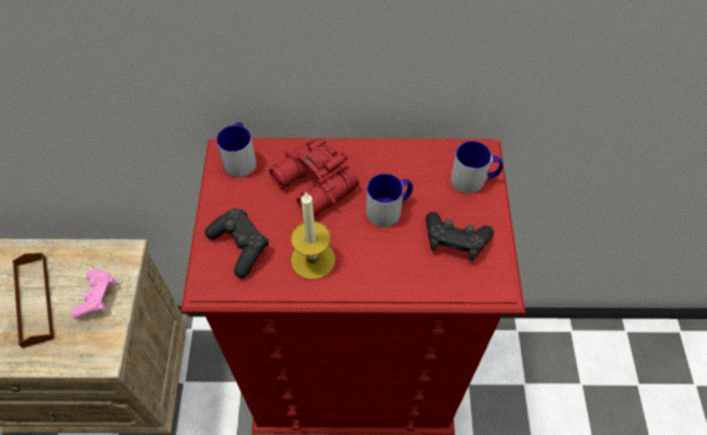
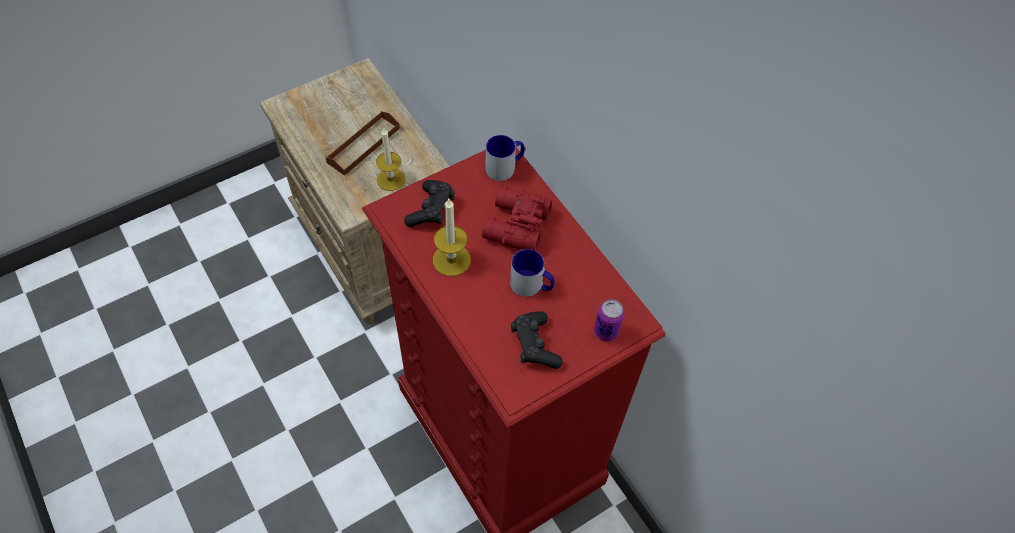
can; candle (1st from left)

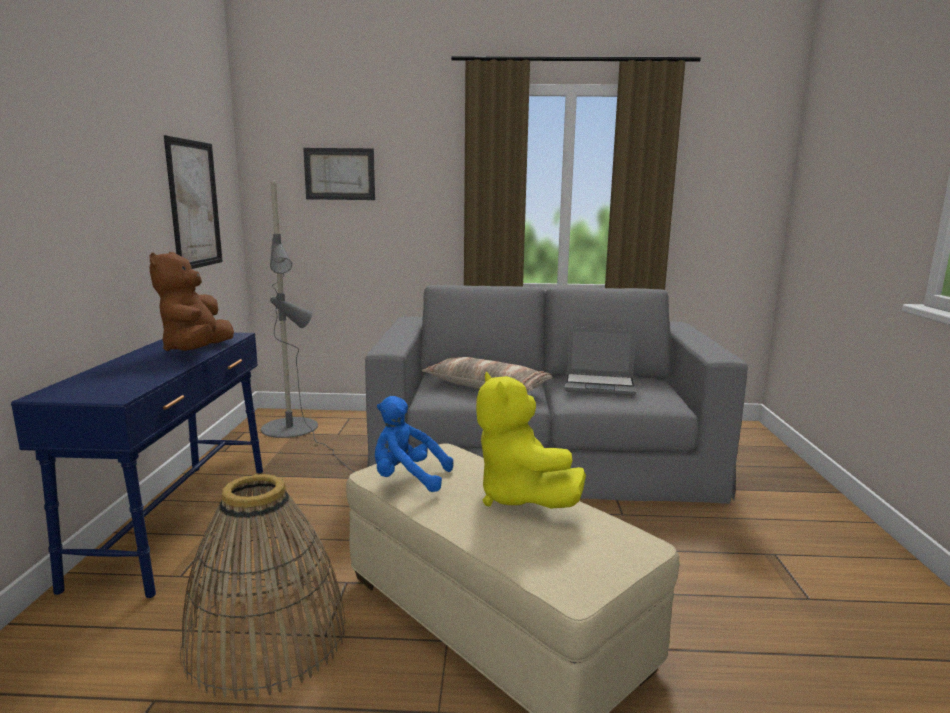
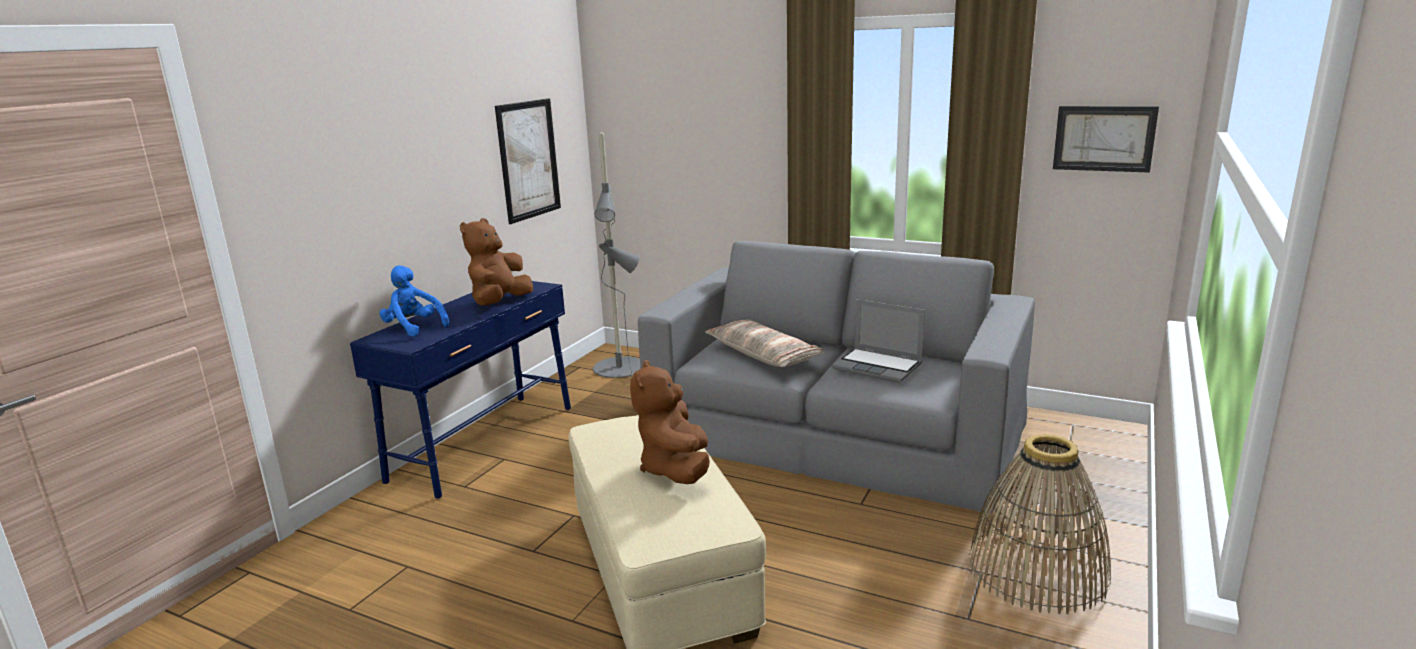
wall picture (2nd from left); brown soft toy (2nd from left); blue-coloured soft toy; basket

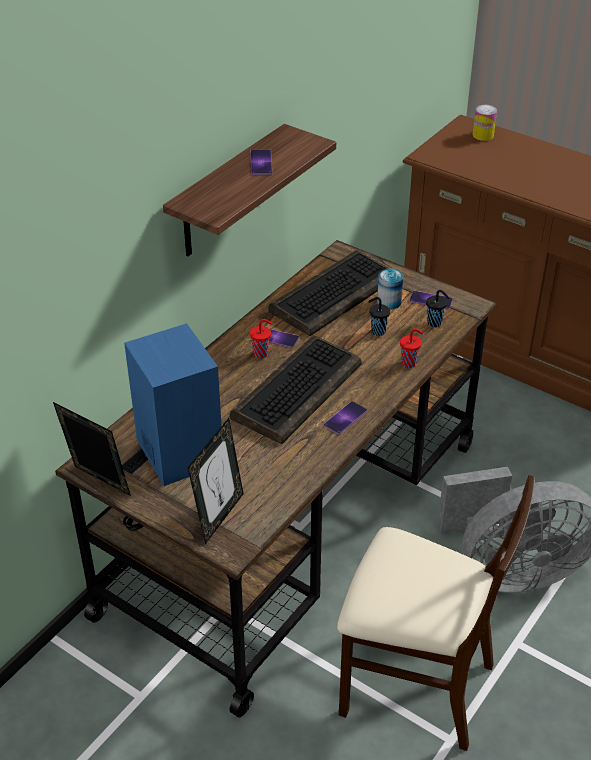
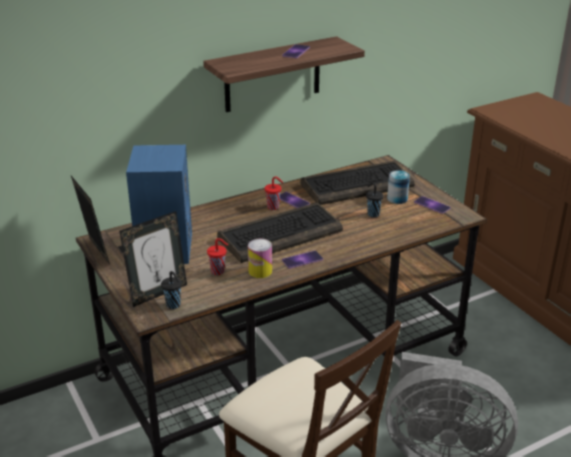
can (1st from left); black drinking cup (1st from left); reddish drinking cup (1st from left)

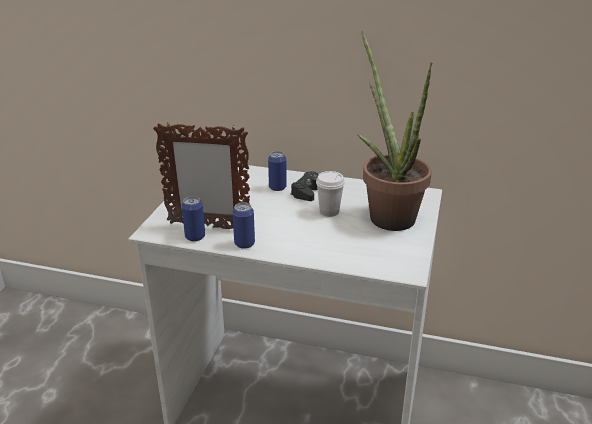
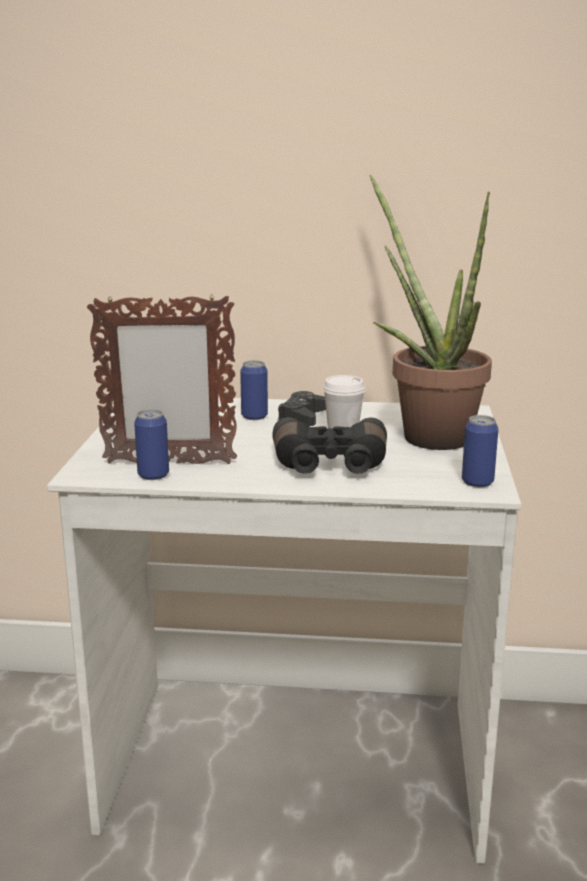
can (3rd from left); black pair of binoculars

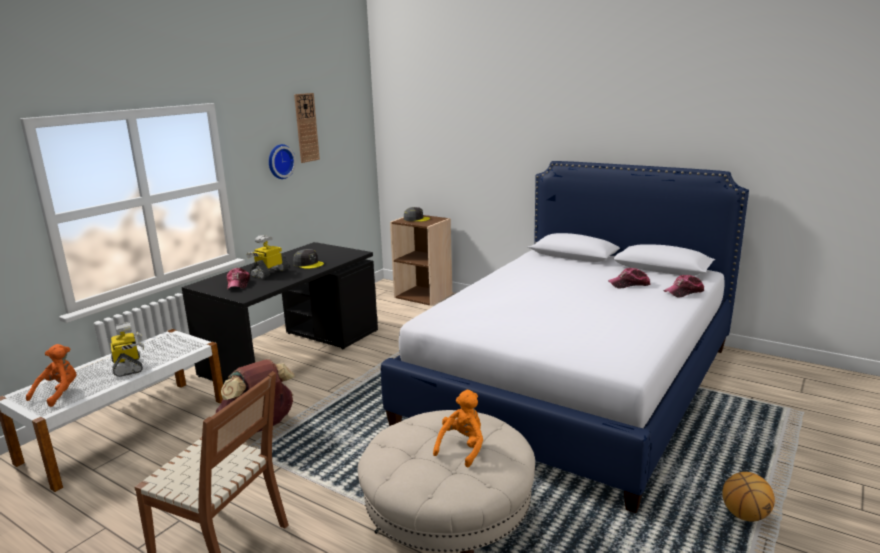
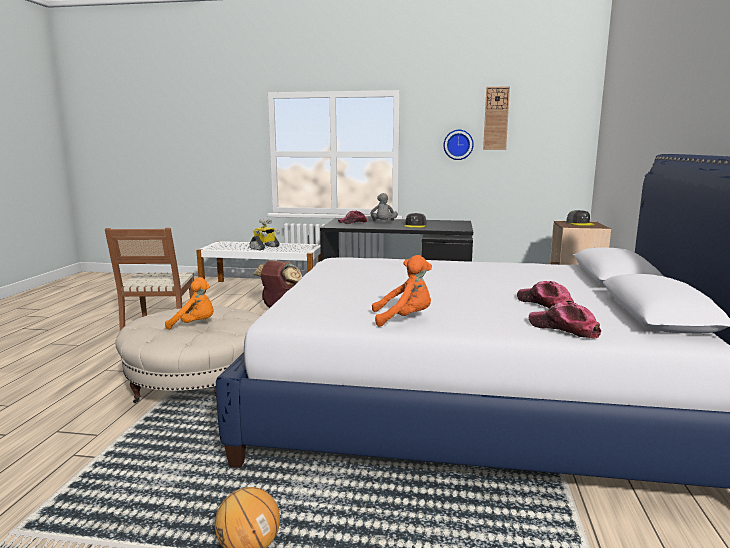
gray soft toy; orange-coloured soft toy (2nd from left)

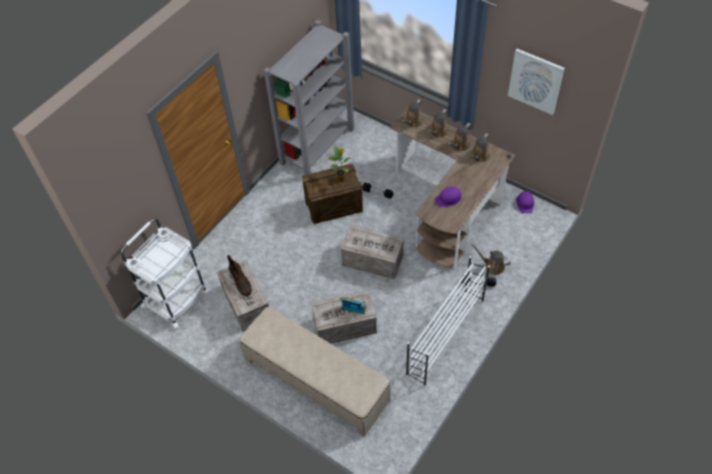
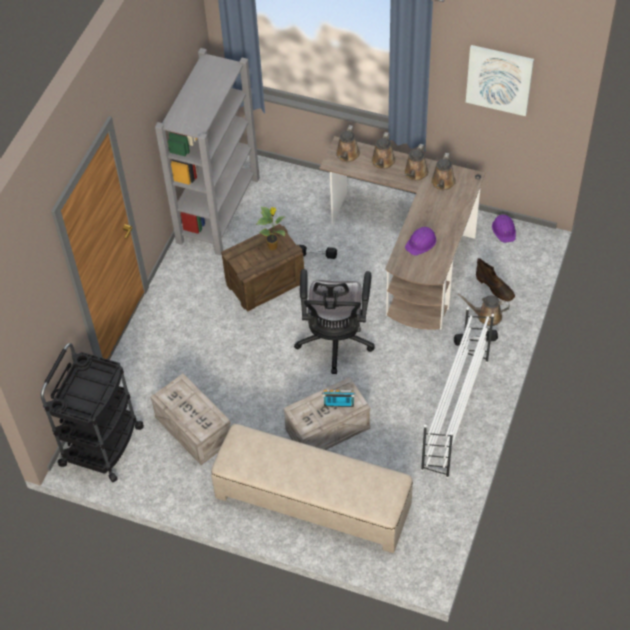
black cart; desk chair; brown tall boot

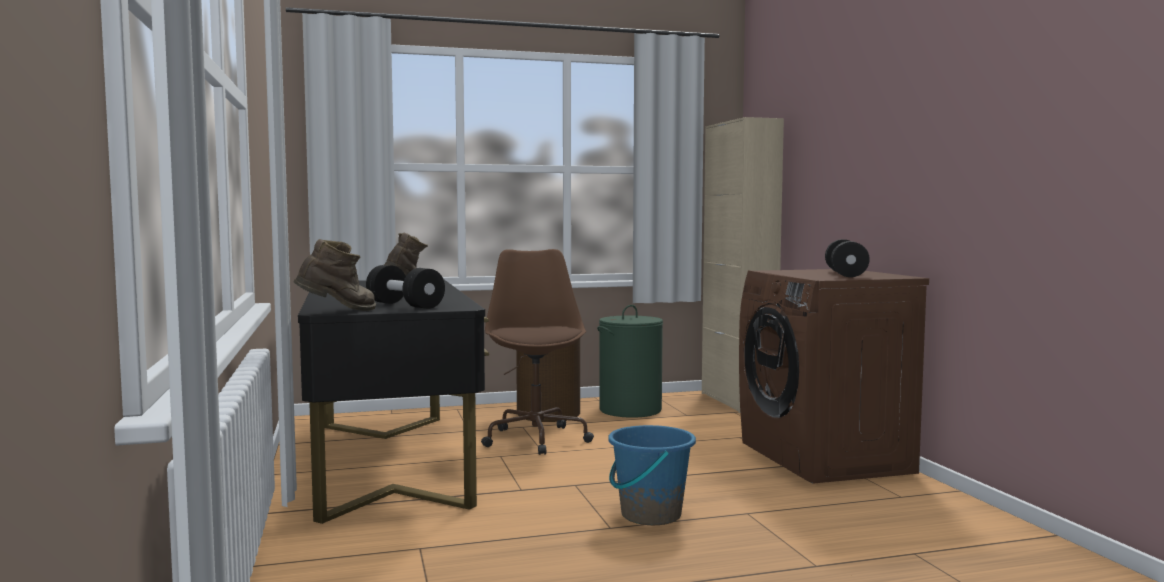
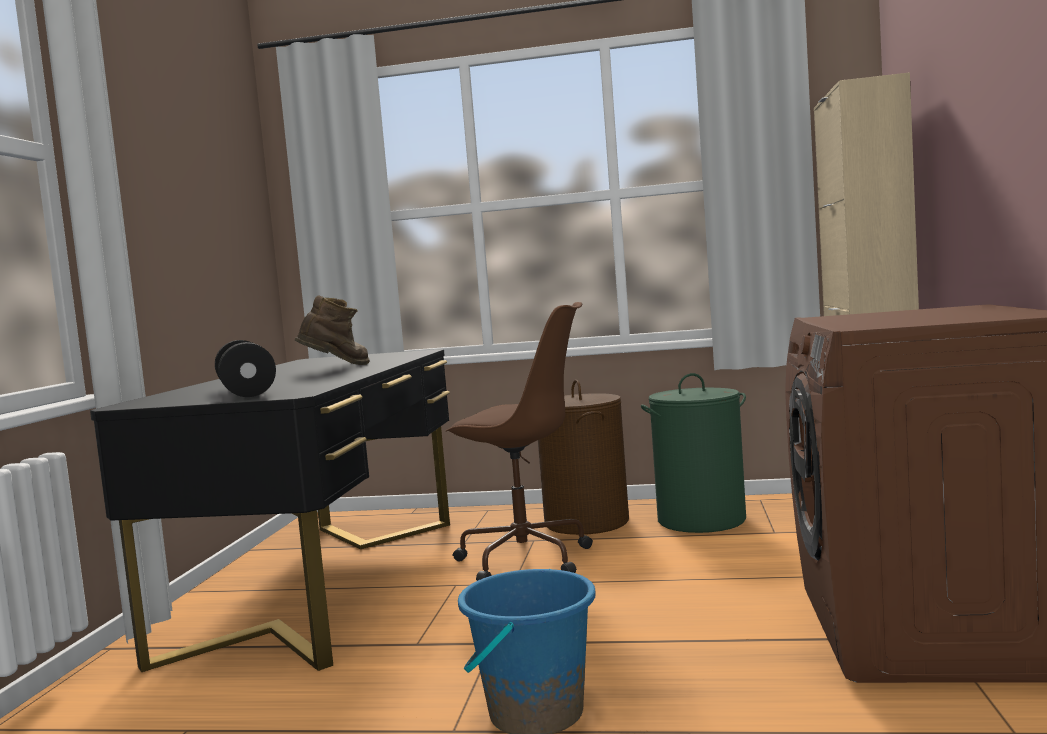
brown tall boot (1st from left in the first image); black dumbbell (2nd from left in the first image); brown desk chair

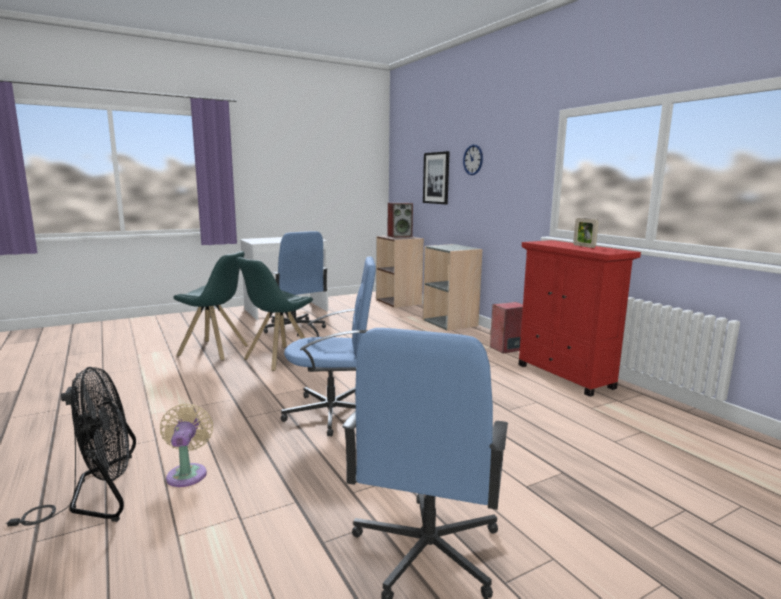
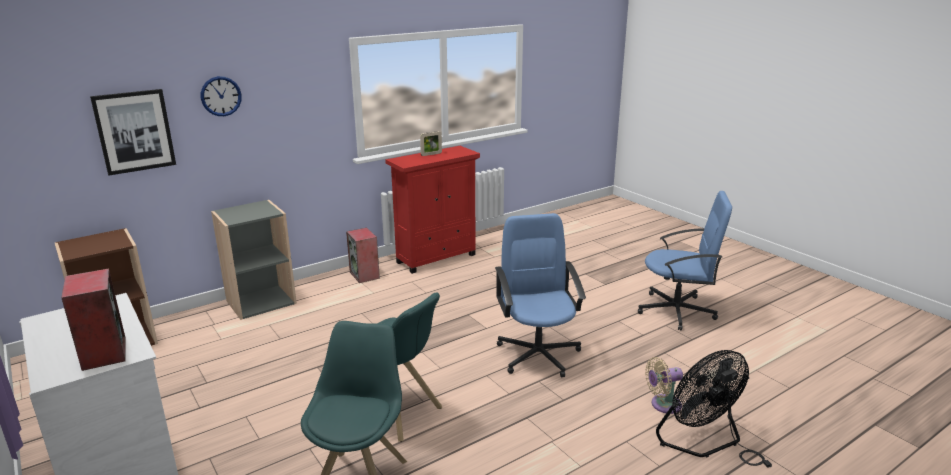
speaker (1st from left); blue-coloured desk chair (1st from left in the first image)

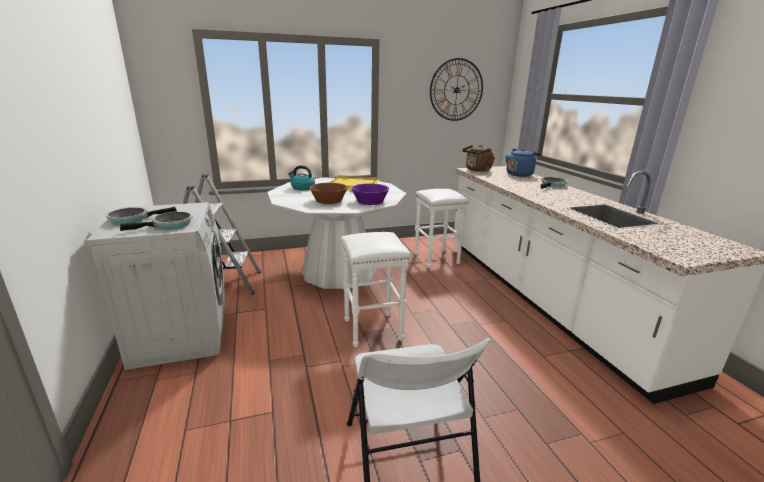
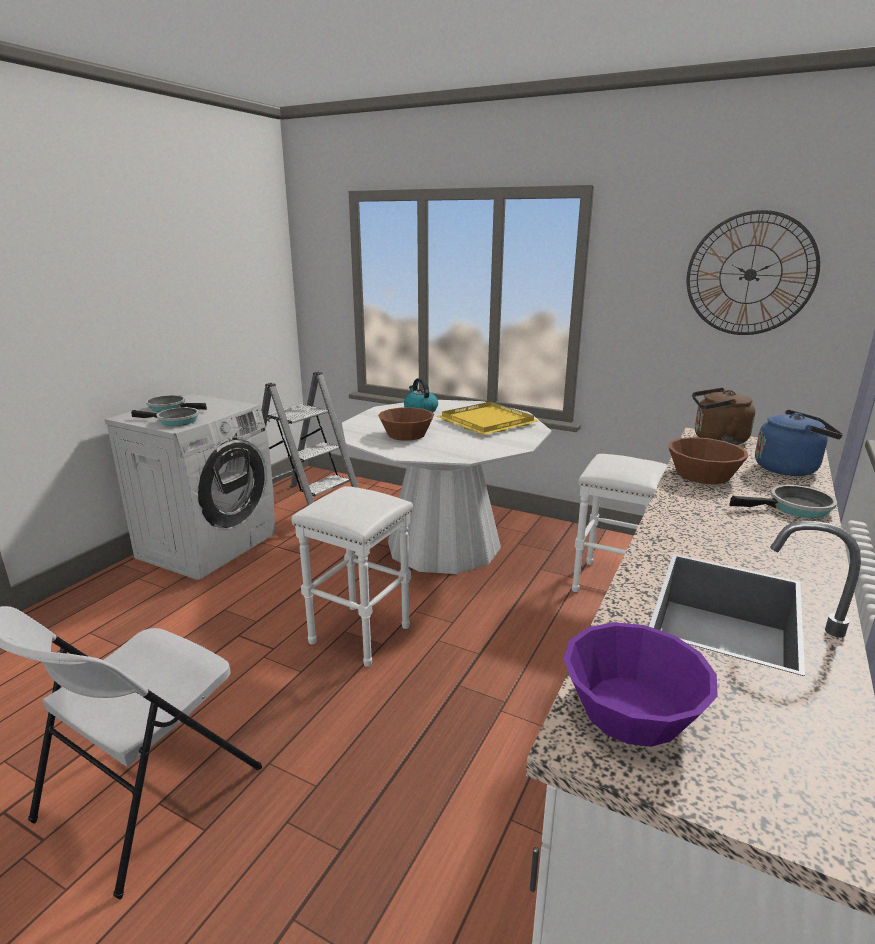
purple bowl; brown bowl (2nd from left)

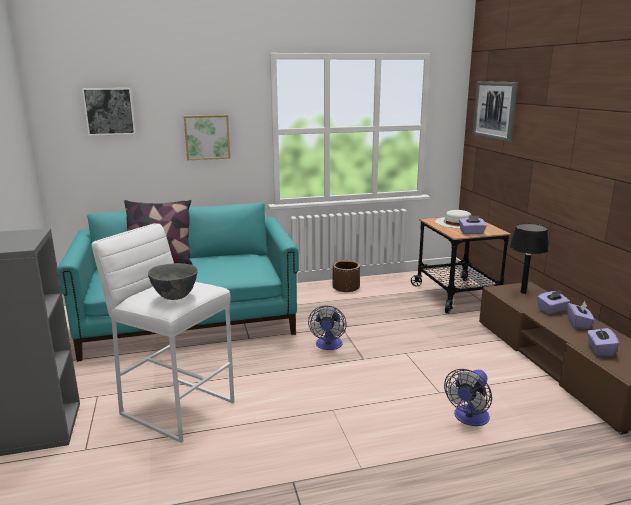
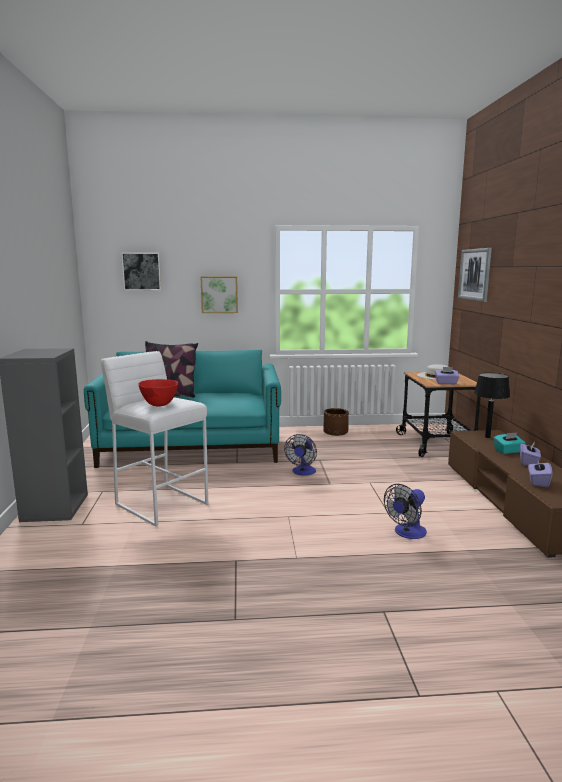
reddish bowl; turquoise-coloured tissue box

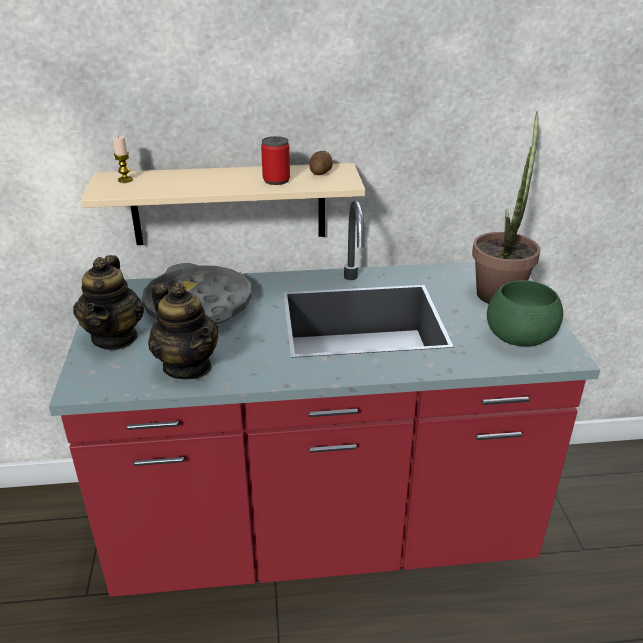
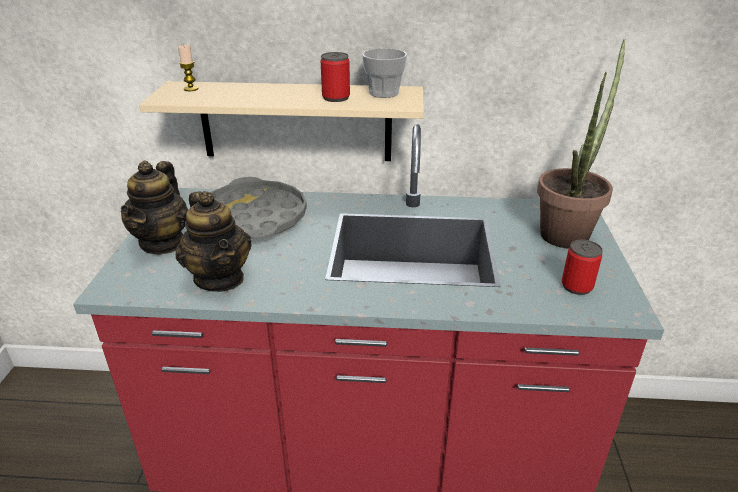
drinking cup; can (2nd from left)

